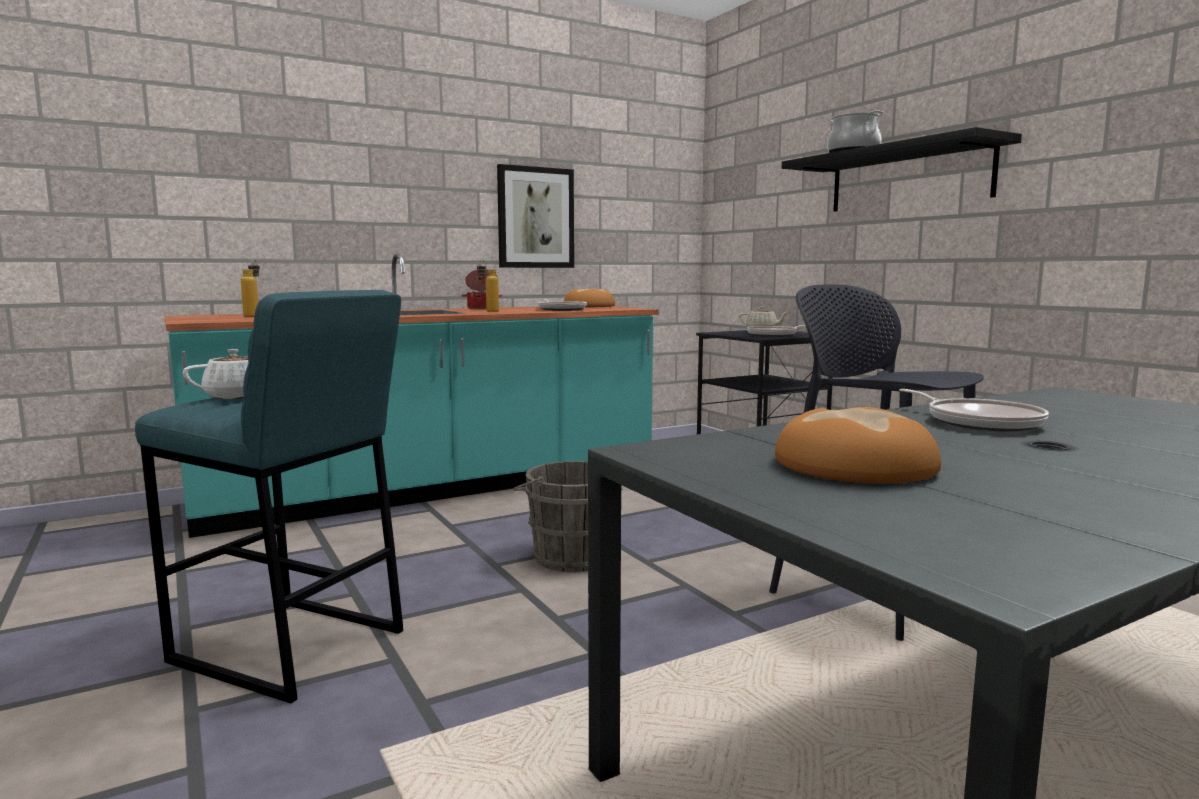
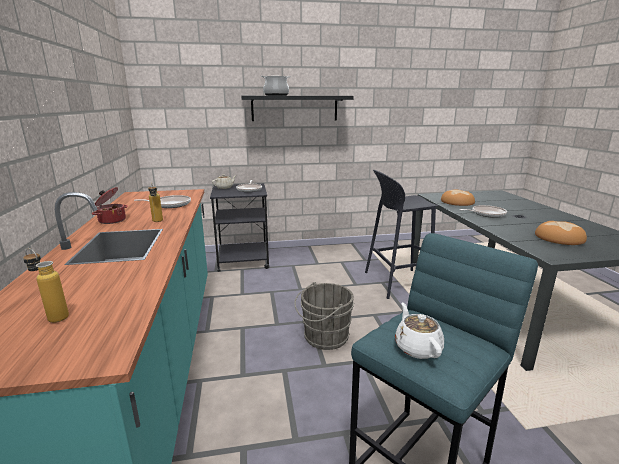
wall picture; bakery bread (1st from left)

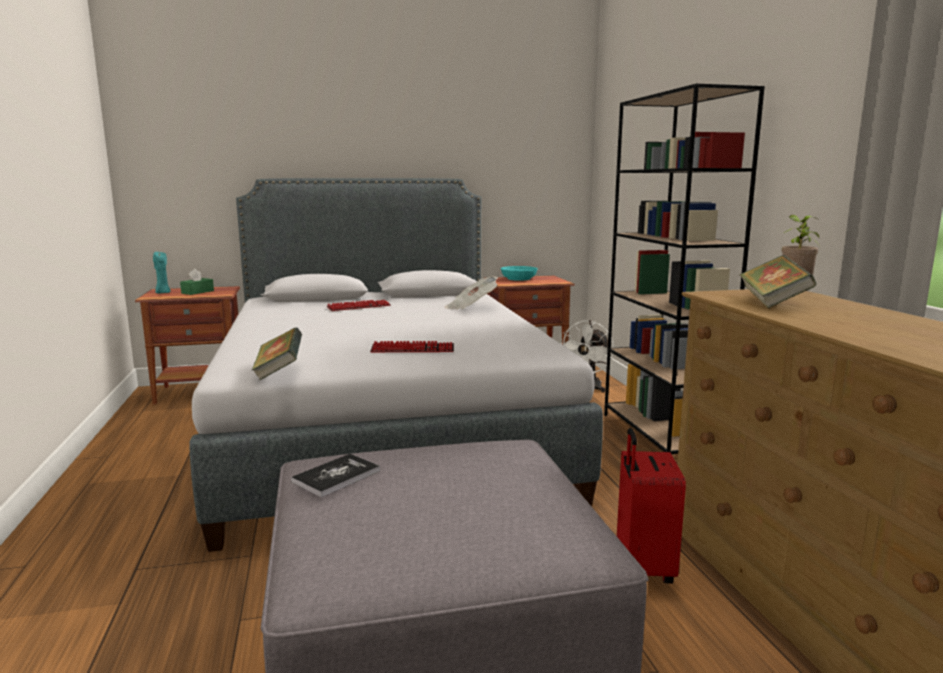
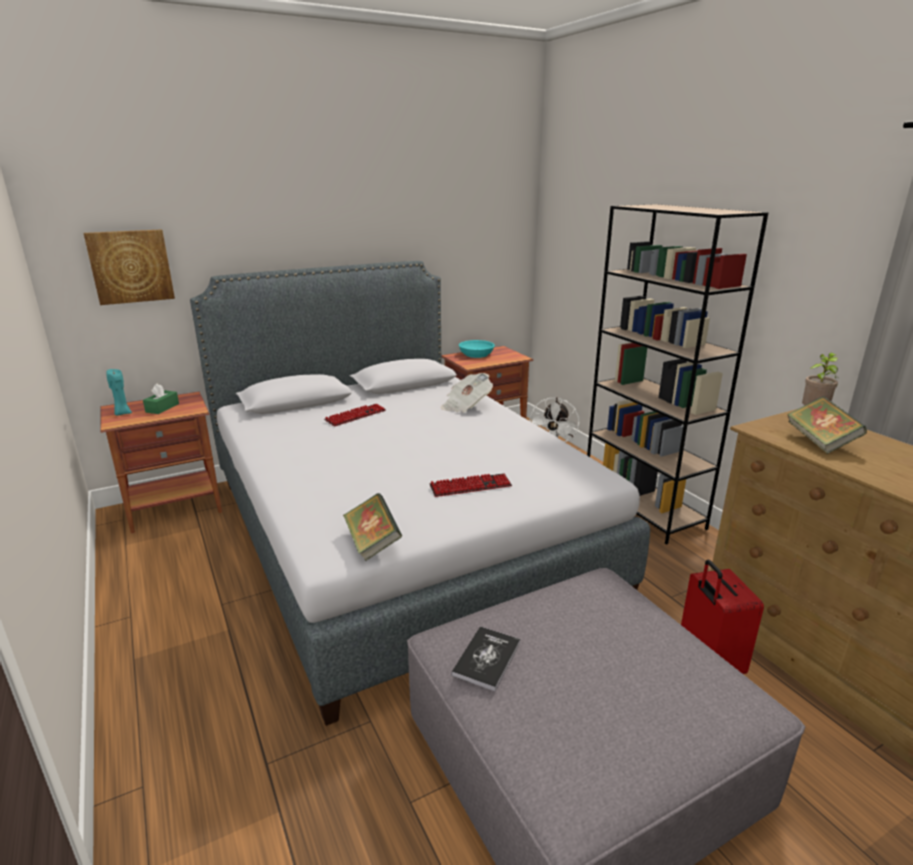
wall picture

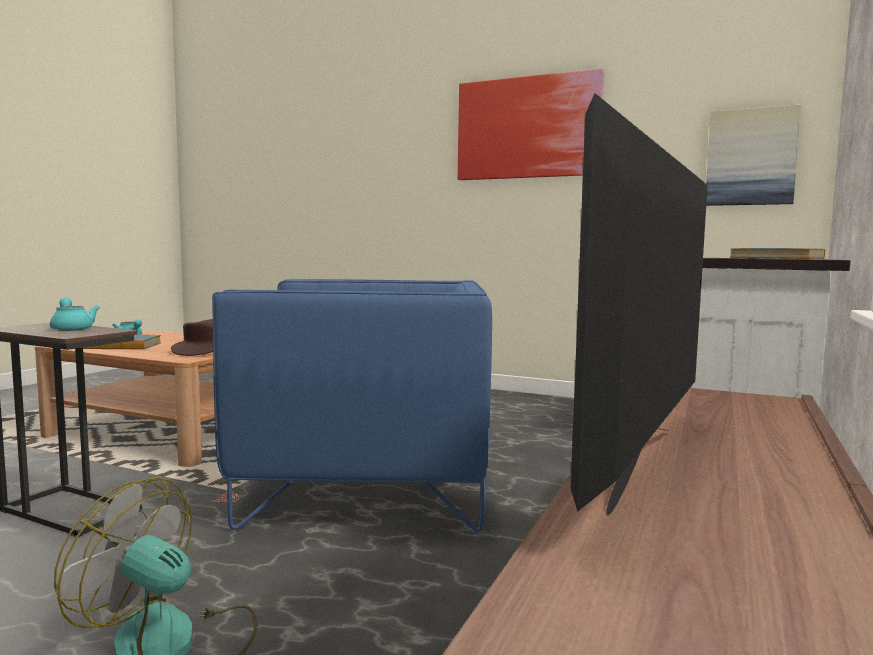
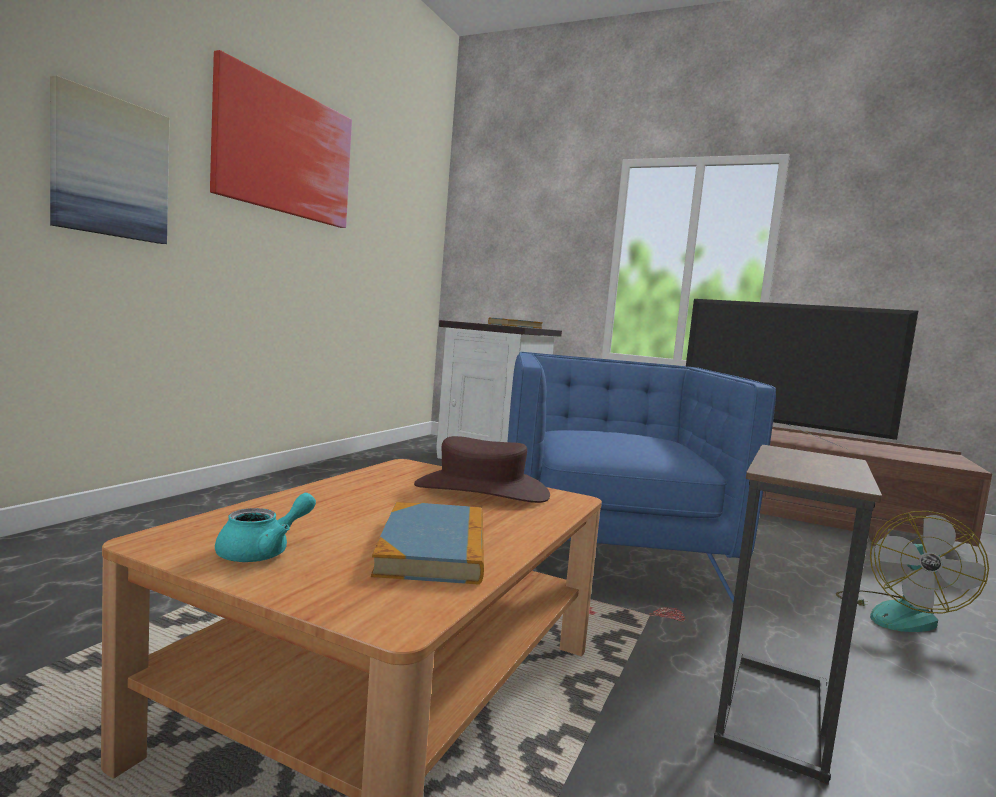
wall picture (1st from left); turquoise-coloured teapot (1st from left in the first image)

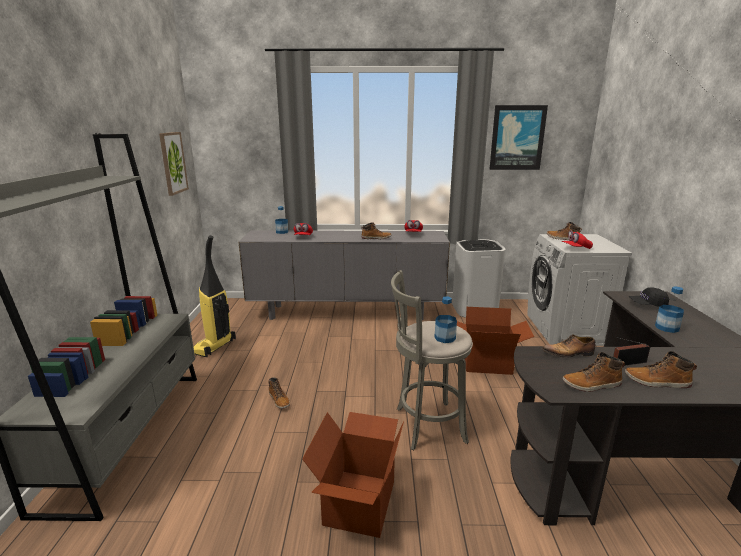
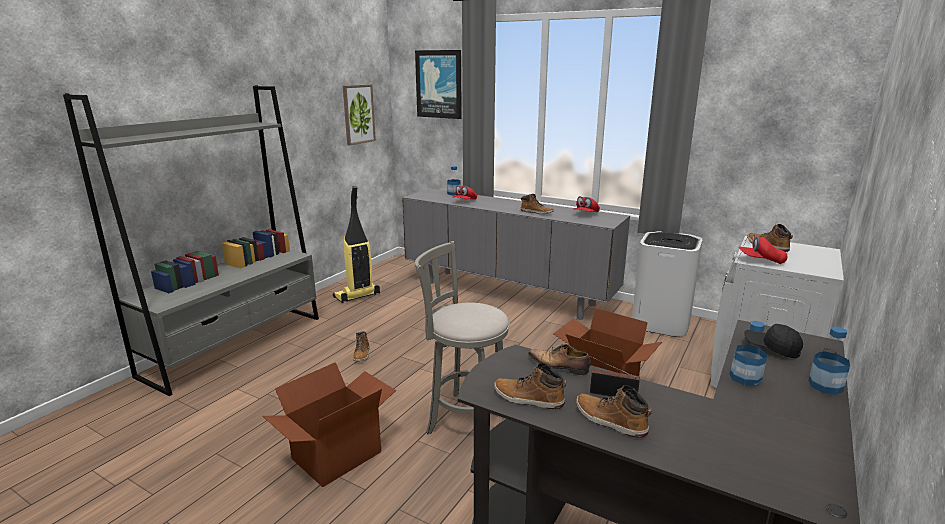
wall picture (2nd from left); beverage bottle (3rd from left)

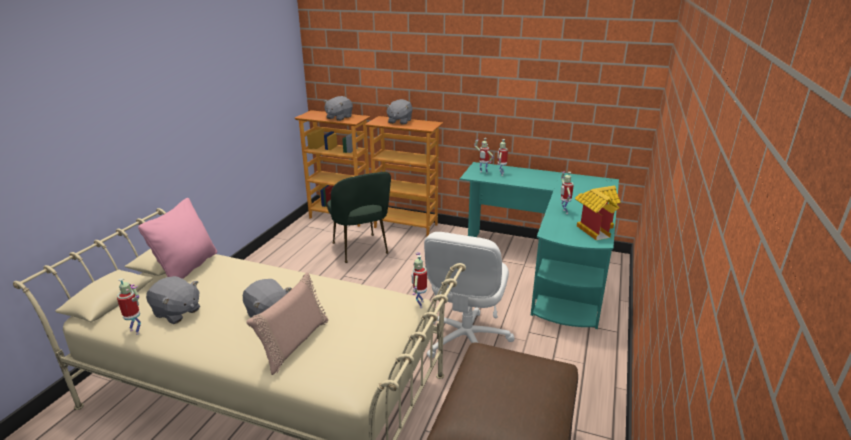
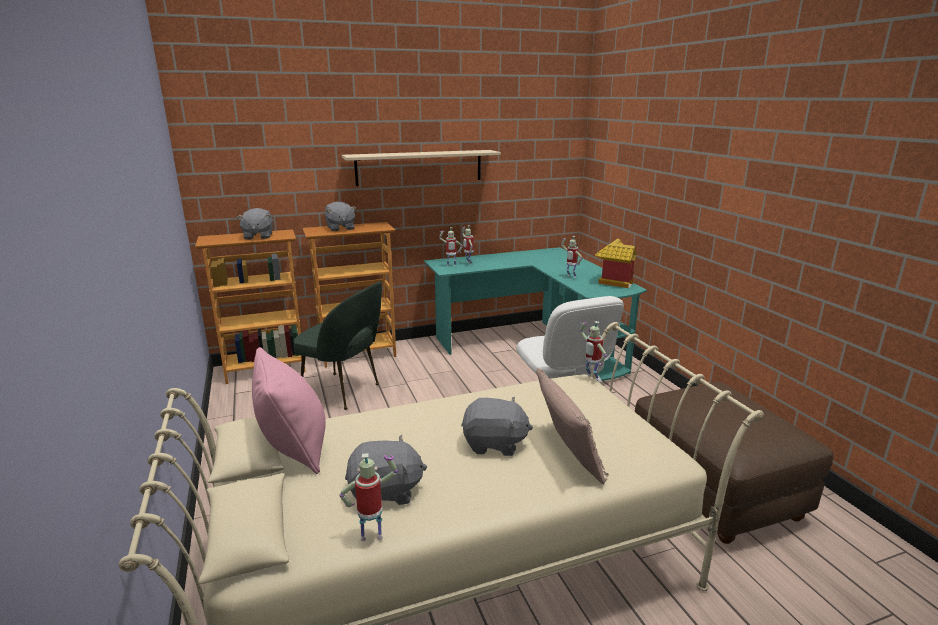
beige wall shelf

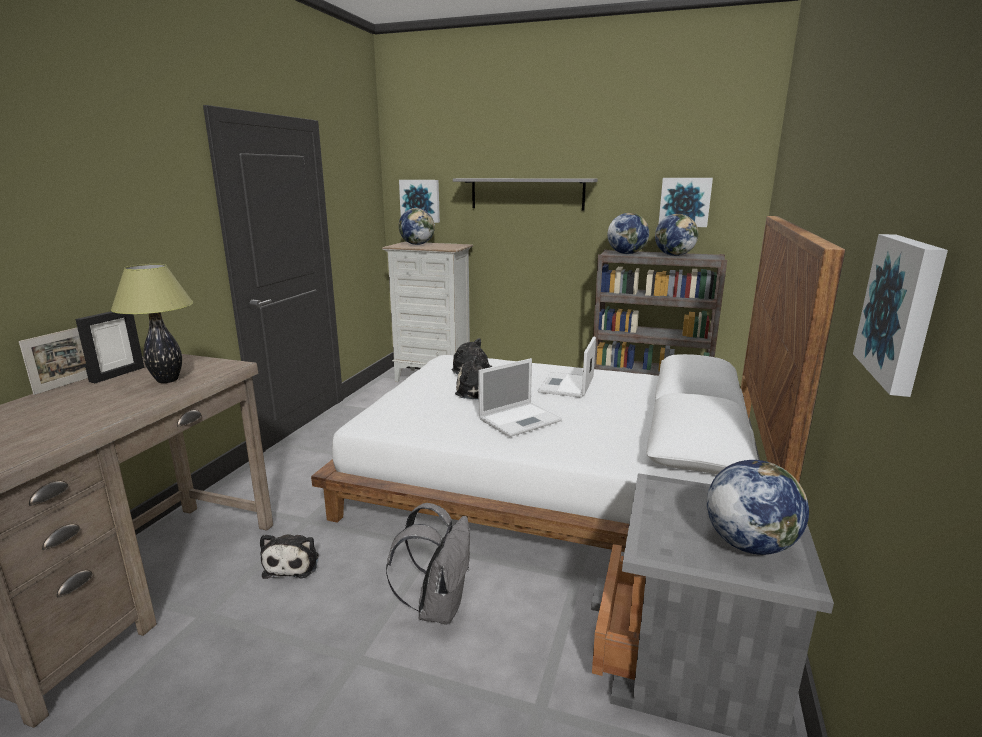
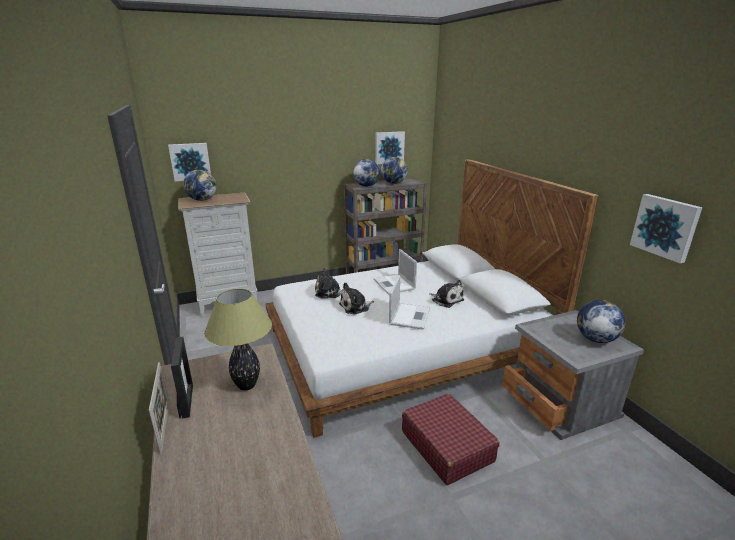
gray wall shelf; reddish travel case; soft toy (3rd from left)

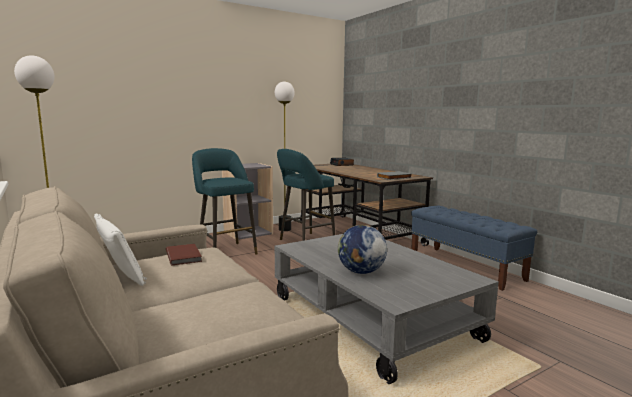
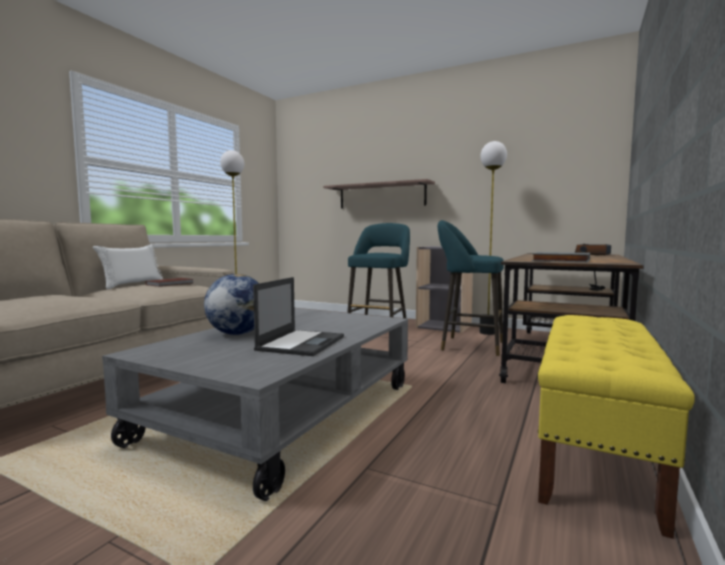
yellow bench; wall shelf; portable computer

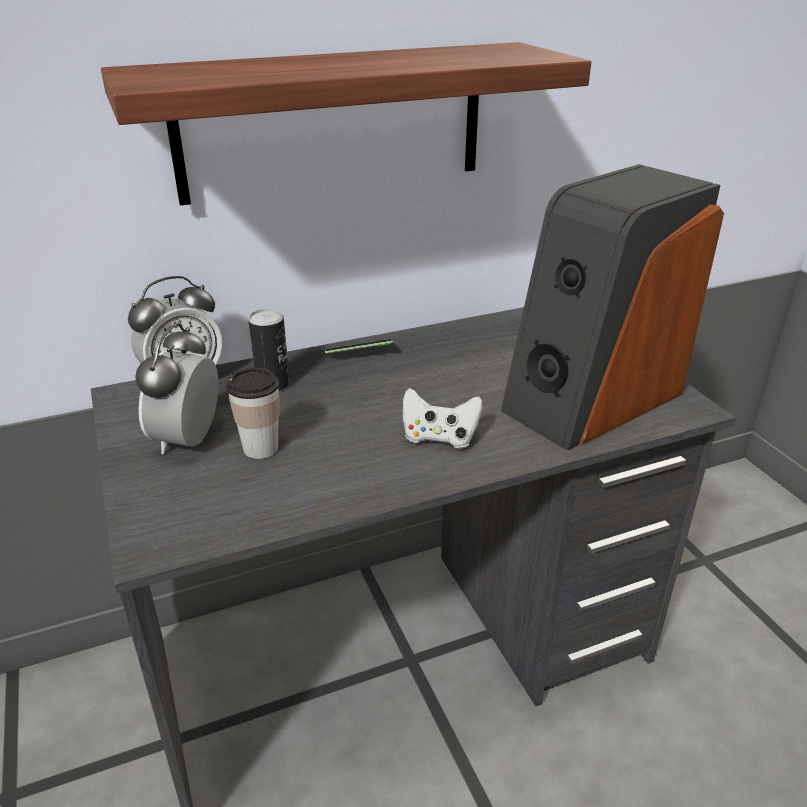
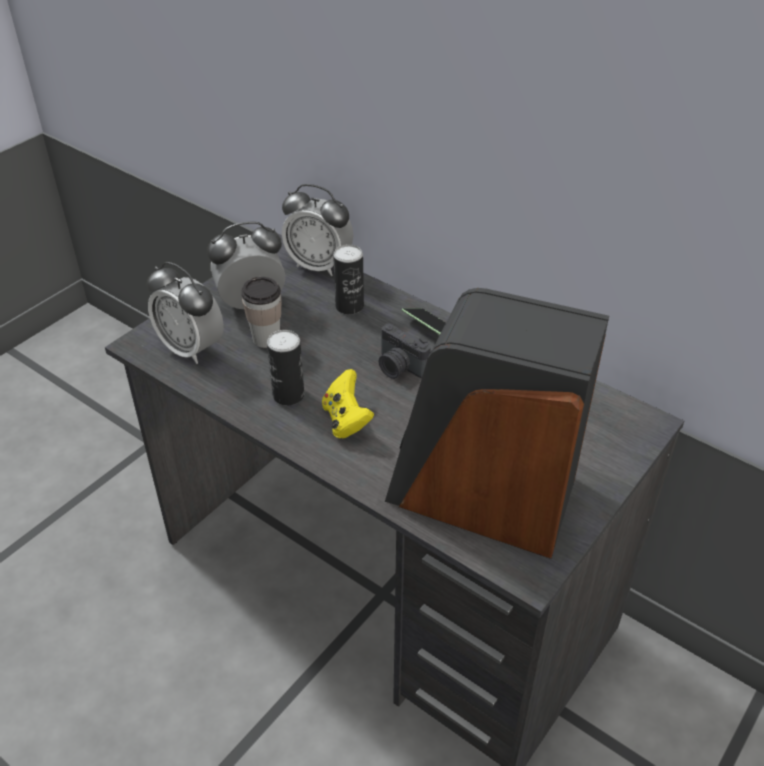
wall shelf; yellow game controller; bedside clock (1st from left); photo camera; can (1st from left)

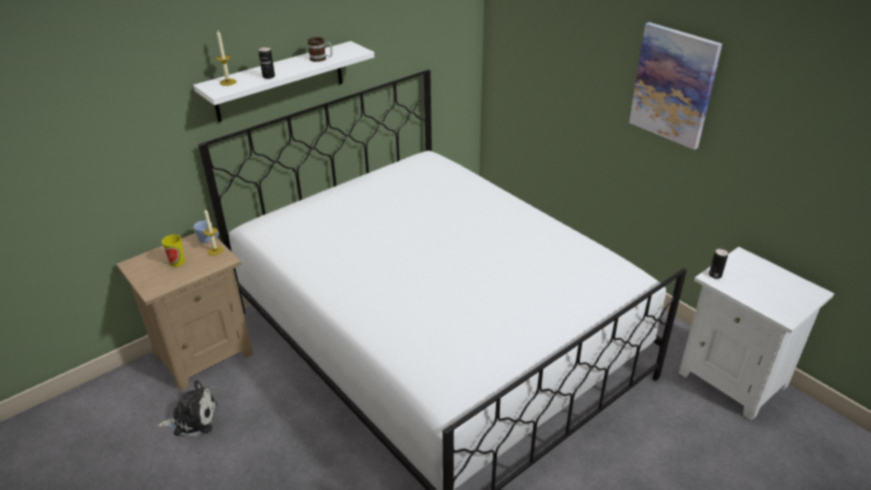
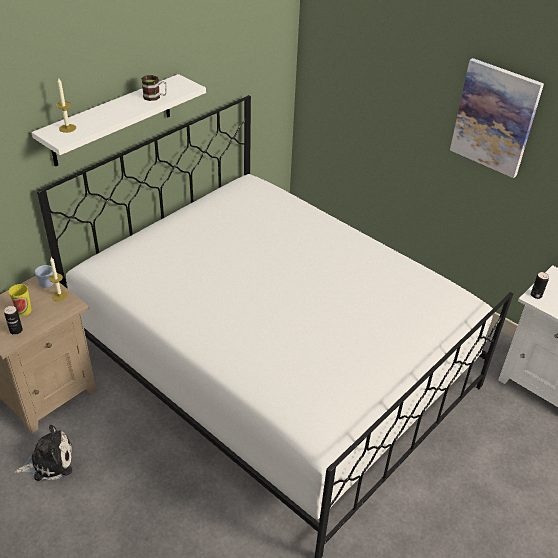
can (1st from left)

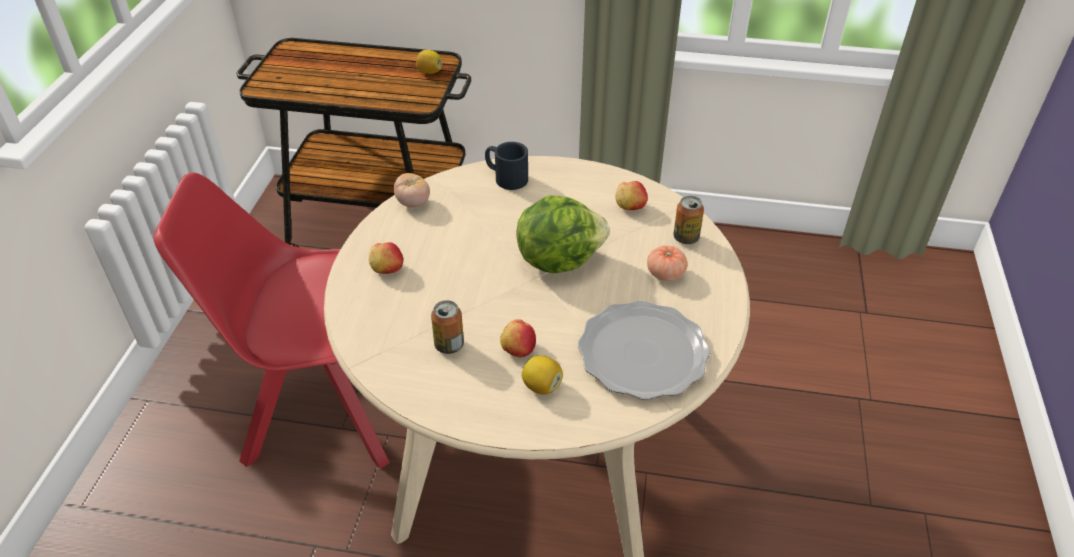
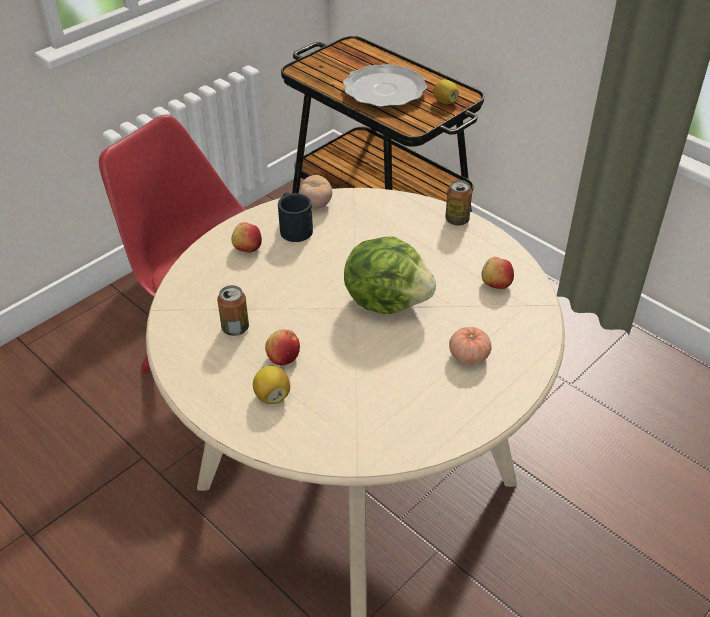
black tea mug; can (2nd from left); dinner plate

